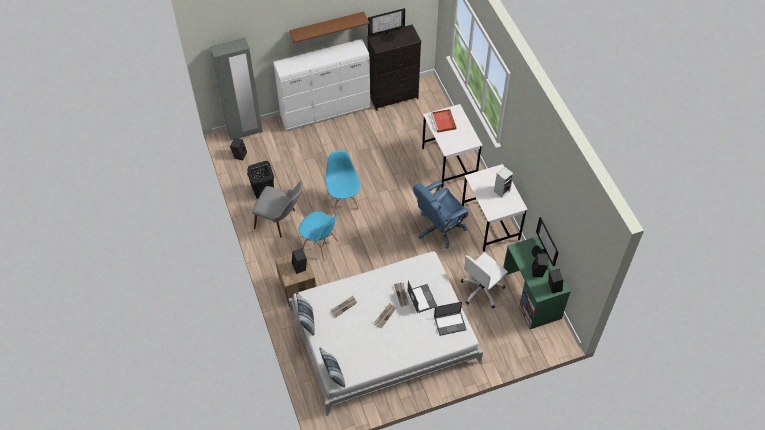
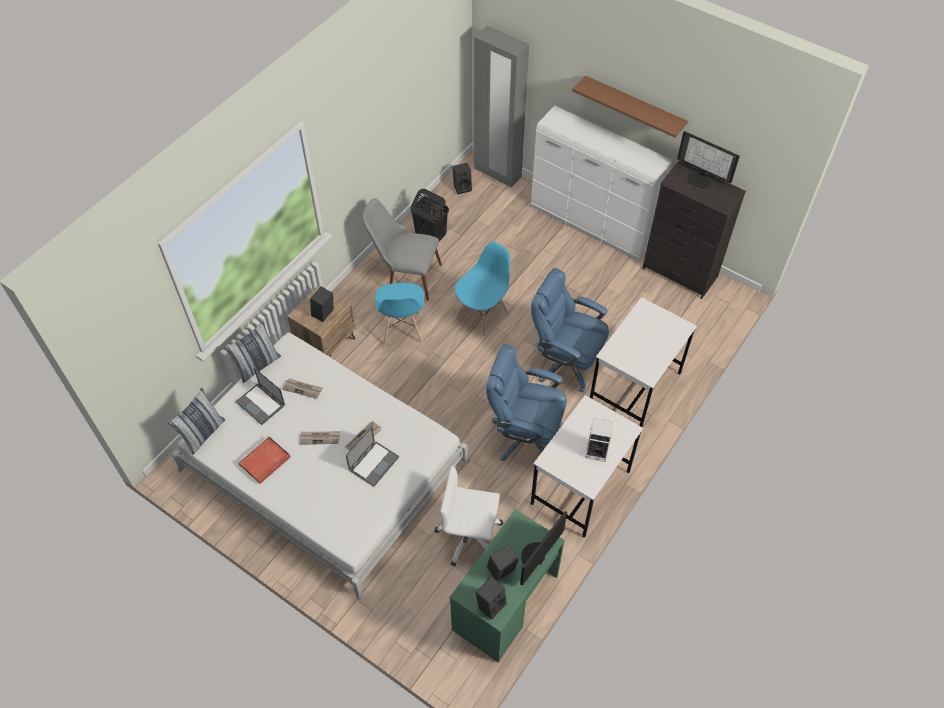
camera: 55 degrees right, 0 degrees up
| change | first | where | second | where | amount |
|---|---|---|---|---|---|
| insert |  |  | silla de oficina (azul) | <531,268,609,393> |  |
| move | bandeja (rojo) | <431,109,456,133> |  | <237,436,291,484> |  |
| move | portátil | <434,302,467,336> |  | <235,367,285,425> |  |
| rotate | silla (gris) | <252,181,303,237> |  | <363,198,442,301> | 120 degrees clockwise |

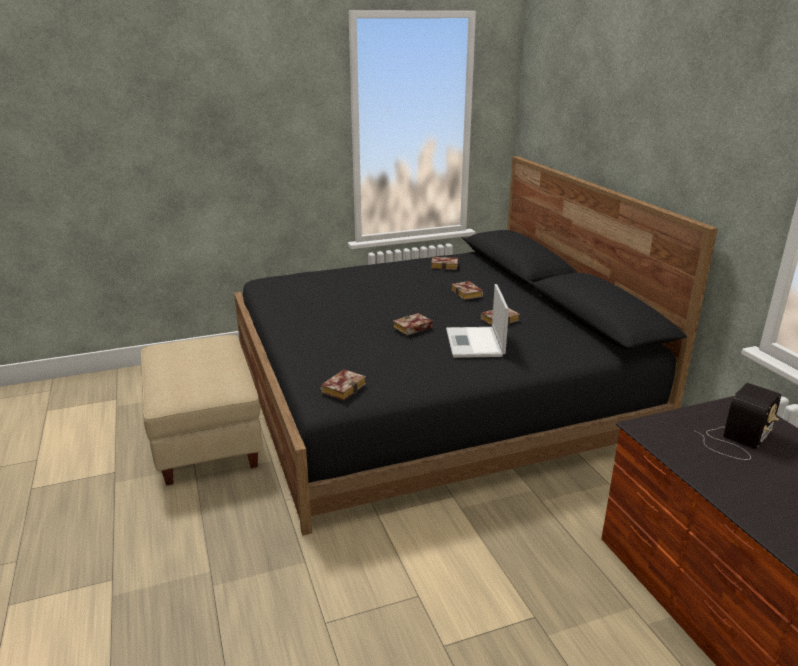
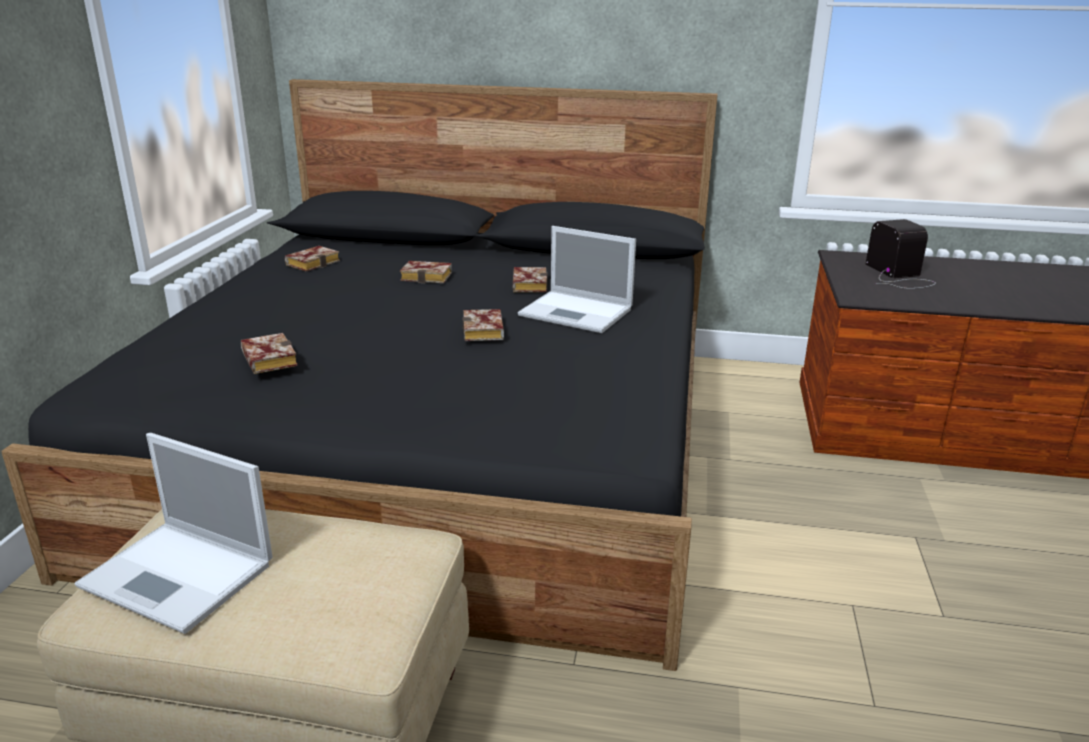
camera: 60 degrees left, 0 degrees up
| change | first | where | second | where | amount |
|---|---|---|---|---|---|
| insert |  |  | portátil | <74,433,273,634> |  |
| move | libro | <320,369,366,400> |  | <241,333,298,374> |  |

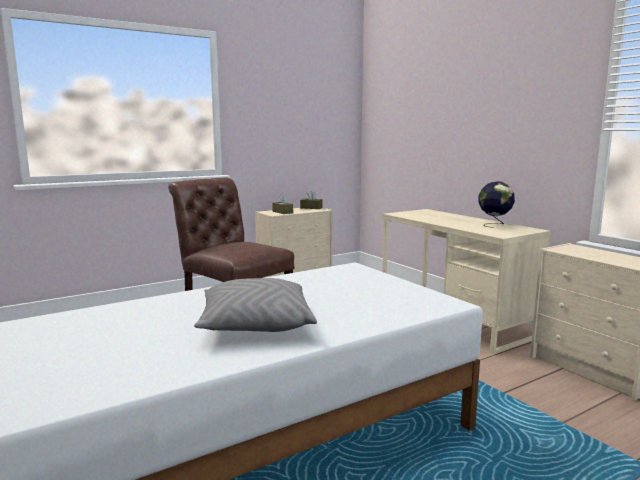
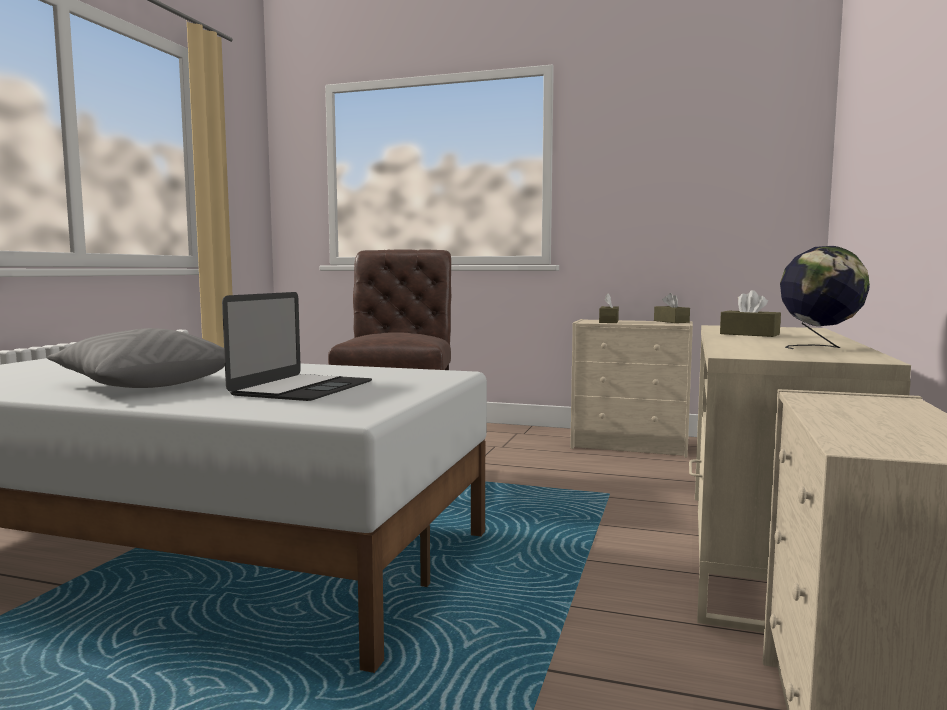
camera: 50 degrees right, 5 degrees down
| change | first | where | second | where | amount |
|---|---|---|---|---|---|
| insert |  |  | portátil | <222,292,372,401> |  |
| insert |  |  | caja de pañuelos (marrón) | <720,290,781,337> |  |

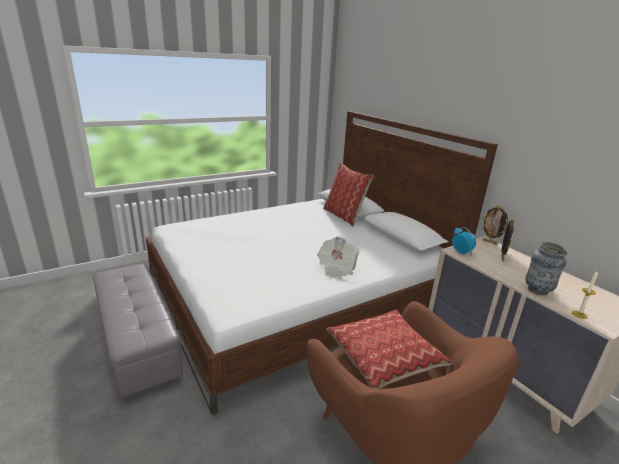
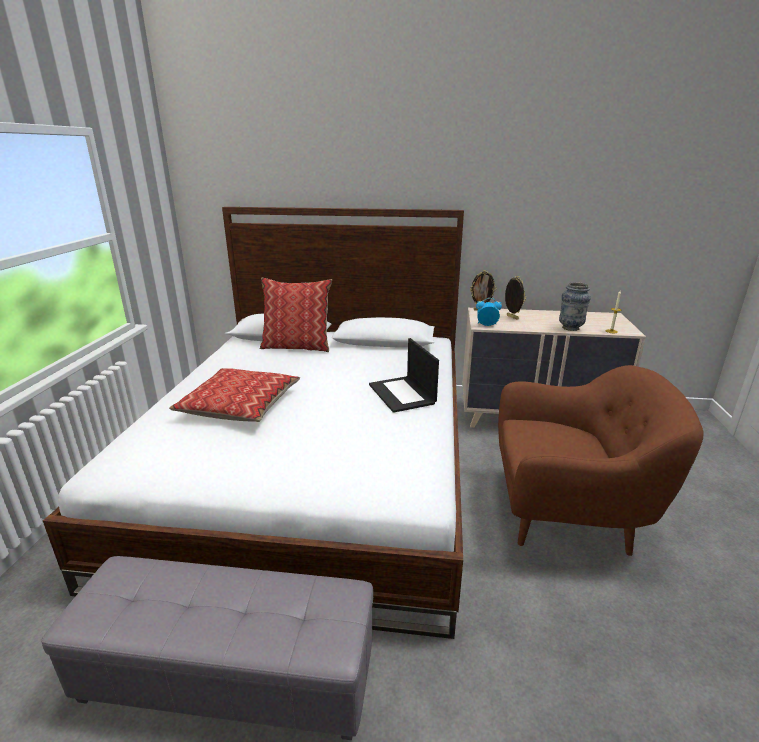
camera: 50 degrees left, 0 degrees up
| change | first | where | second | where | amount |
|---|---|---|---|---|---|
| move | cojín | <326,310,453,389> |  | <169,368,300,422> |  |
| replace | periódico | <317,237,359,278> | portátil | <369,338,439,413> |  |

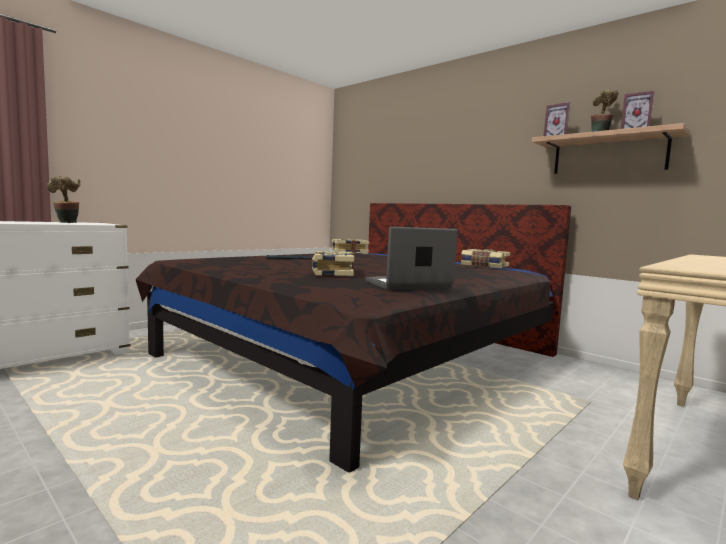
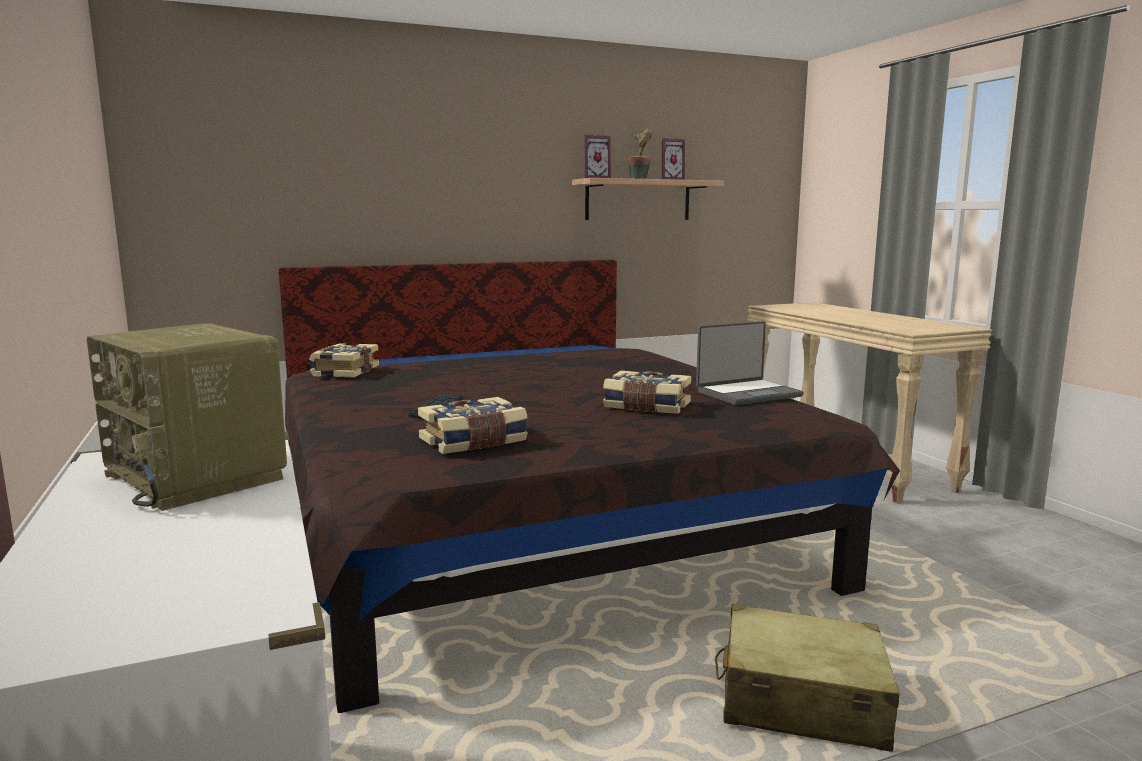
camera: 65 degrees left, 5 degrees up
| change | first | where | second | where | amount |
|---|---|---|---|---|---|
| insert |  |  | maleta (beis) | <715,604,900,752> |  |
| move | libro | <461,249,510,268> |  | <418,397,528,454> |  |
| replace | planta en maceta | <47,176,81,223> | radio | <87,323,287,511> |  |
| rotate | portátil | <366,227,458,290> |  | <696,321,804,405> | 120 degrees counterclockwise |

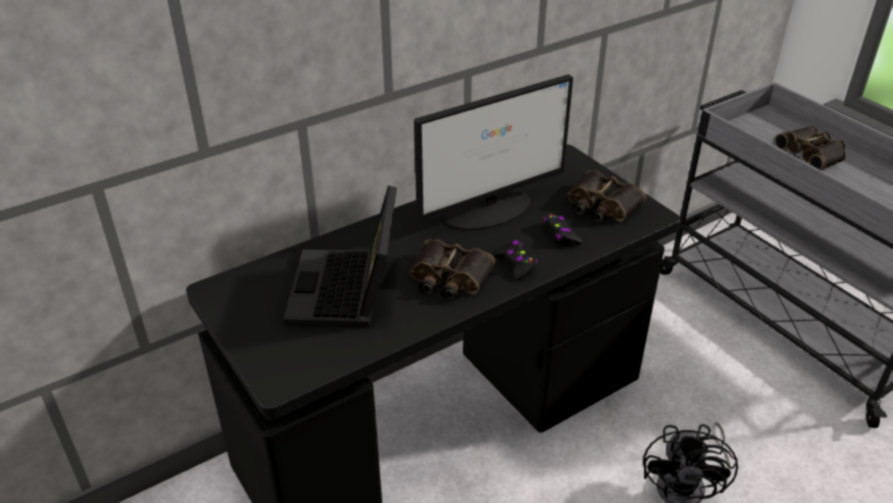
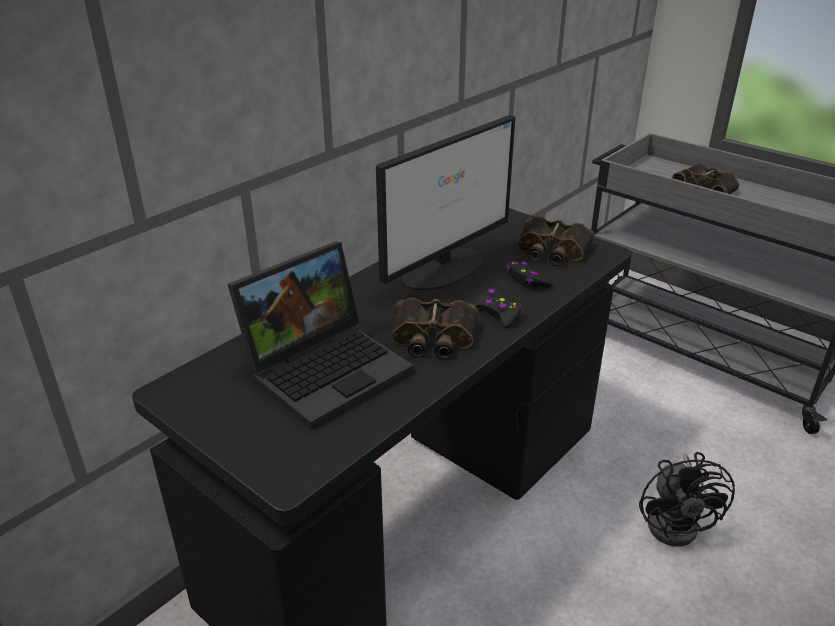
camera: 15 degrees left, 5 degrees down
| change | first | where | second | where | amount |
|---|---|---|---|---|---|
| rotate | portátil | <283,185,397,328> |  | <227,241,414,430> | 120 degrees counterclockwise |

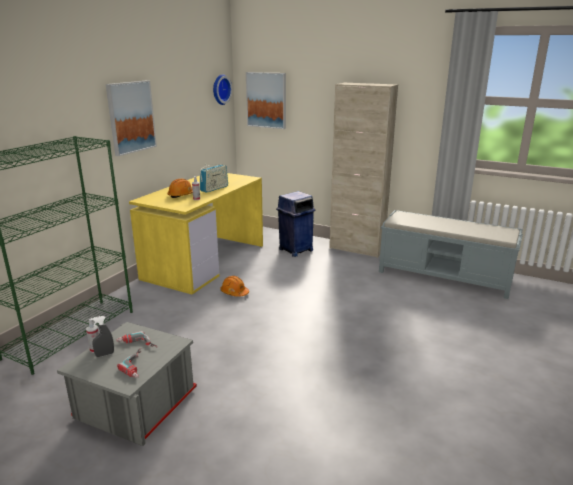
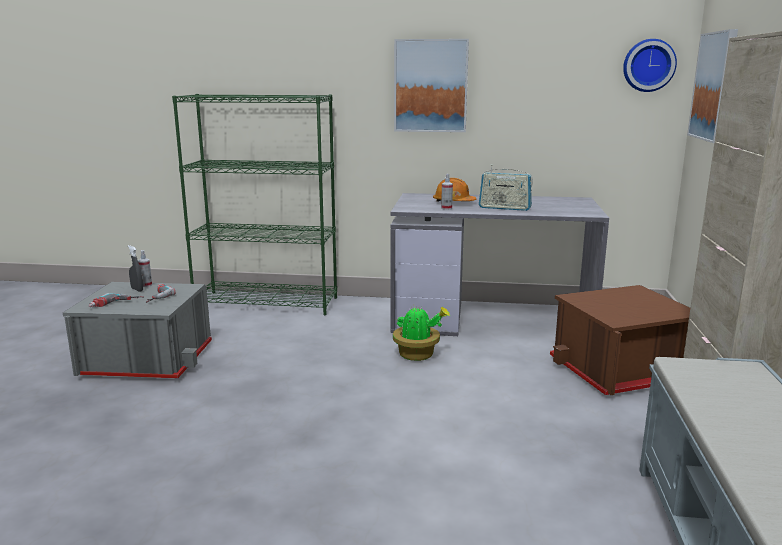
camera: 70 degrees right, 5 degrees down
| change | first | where | second | where | amount |
|---|---|---|---|---|---|
| replace | casco (naranja) | <220,276,249,297> | planta en maceta | <393,305,450,361> |  |
| replace | papelera (azul) | <276,191,315,257> | caja de almacenaje (marrón) | <550,285,690,395> |  |
| recolor | escritorio (amarillo) | <129,173,263,294> | escritorio (gris) | <391,193,609,336> |  |

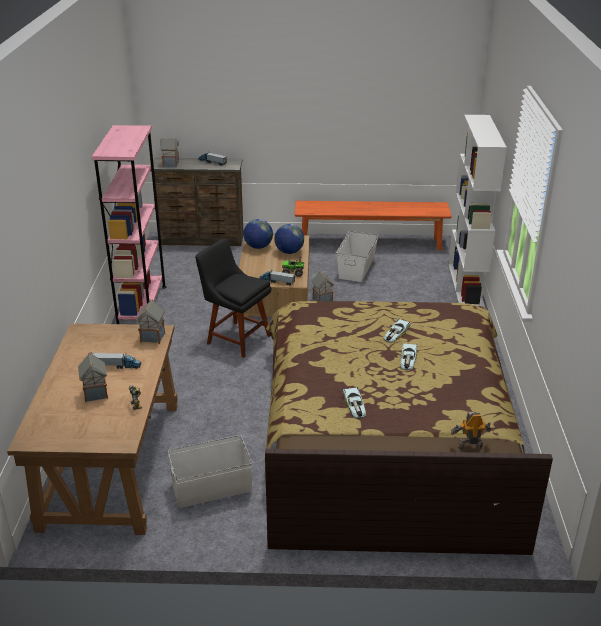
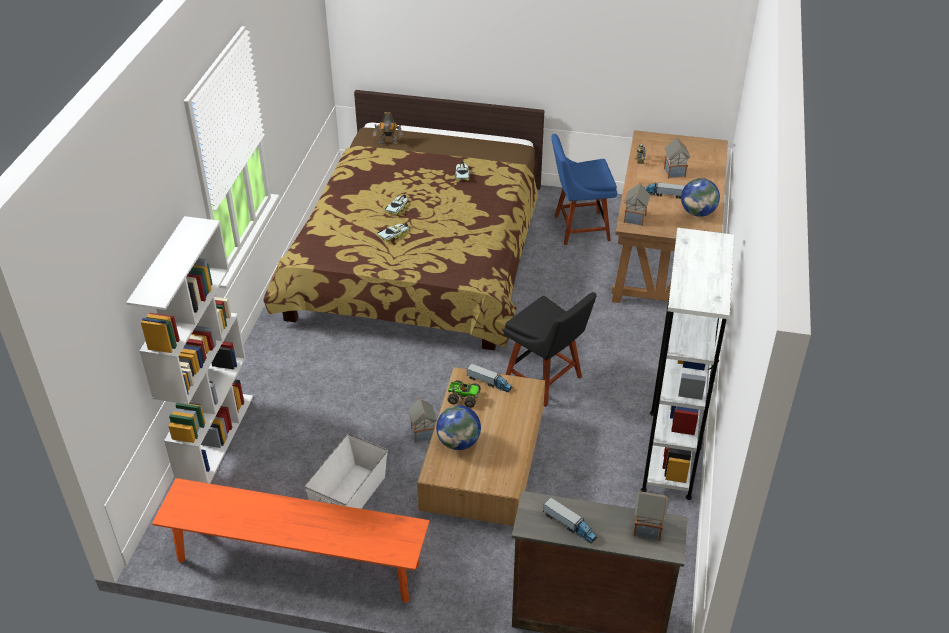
camera: 170 degrees left, 10 degrees up
| change | first | where | second | where | amount |
|---|---|---|---|---|---|
| move | globo terráqueo | <243,219,273,249> |  | <681,178,720,217> |  |
| replace | caja de almacenaje (blanco) | <168,435,253,508> | silla (azul) | <552,134,617,245> |  |
| recolor | estantería (rosa) | <92,125,167,324> | estantería (blanco) | <641,228,734,500> |  |

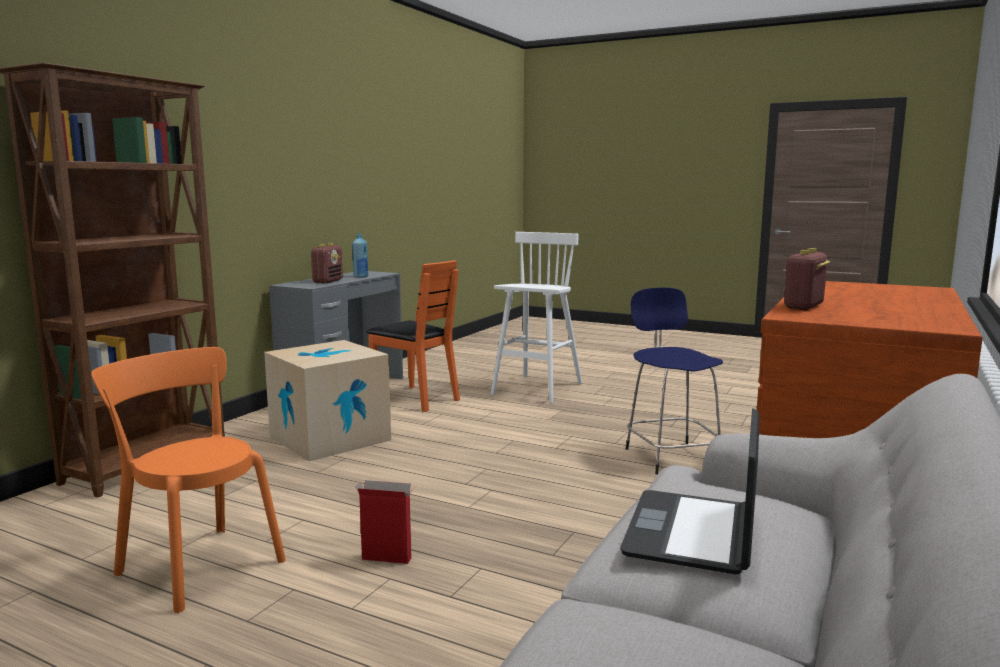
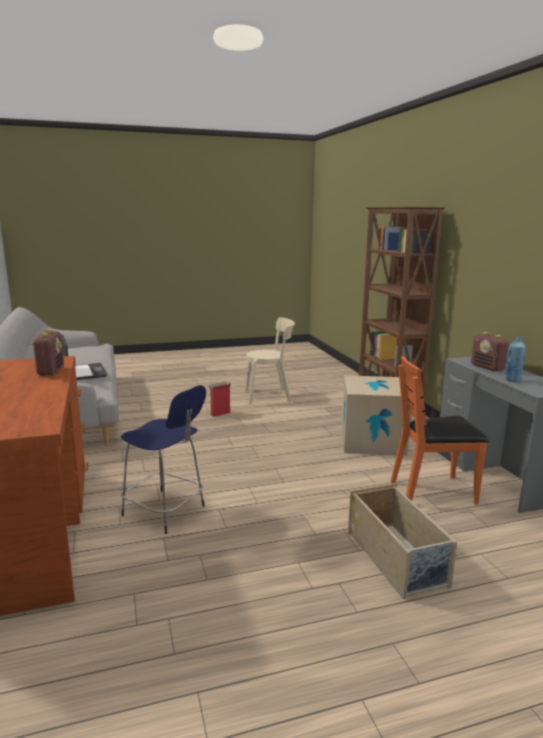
camera: 135 degrees right, 5 degrees up
| change | first | where | second | where | amount |
|---|---|---|---|---|---|
| replace | taburete (blanco) | <491,232,582,403> | caja de almacenaje (beis) | <348,484,457,599> |  |
| recolor | silla (naranja) | <91,347,286,613> | silla (beis) | <245,317,295,404> |  |

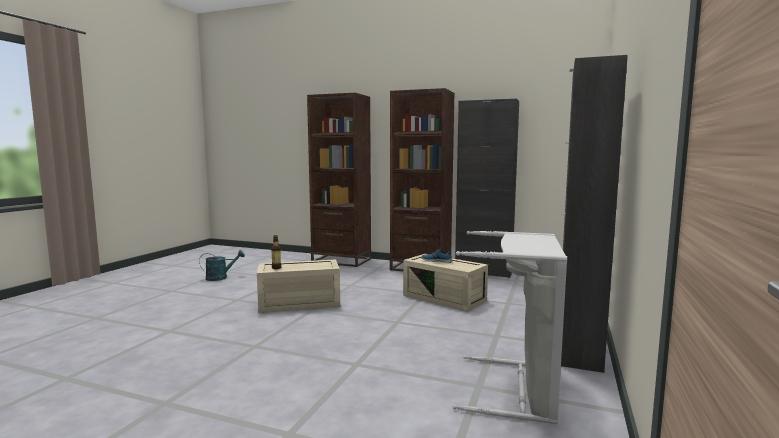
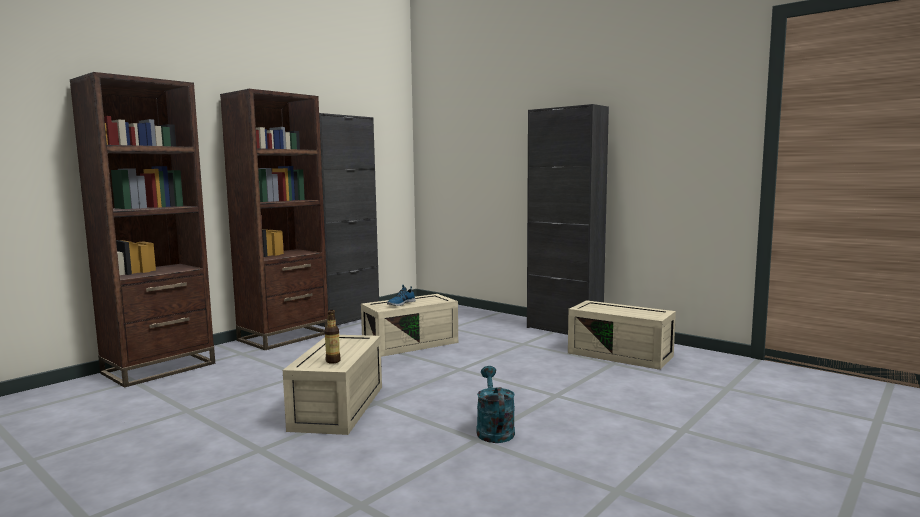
camera: 70 degrees left, 0 degrees up
| change | first | where | second | where | amount |
|---|---|---|---|---|---|
| move | regadera (turquesa) | <199,250,245,281> |  | <477,366,515,443> |  |
| replace | cesto de la ropa (gris) | <452,231,567,424> | caja de almacenaje (beis) | <568,300,676,370> |  |

